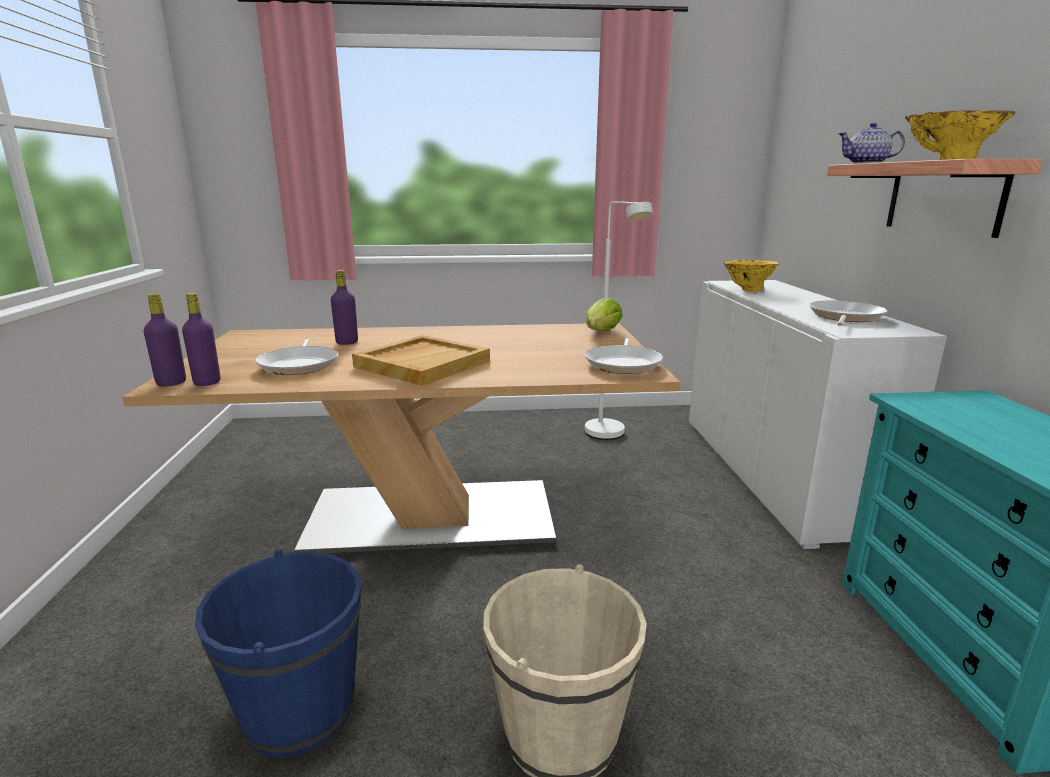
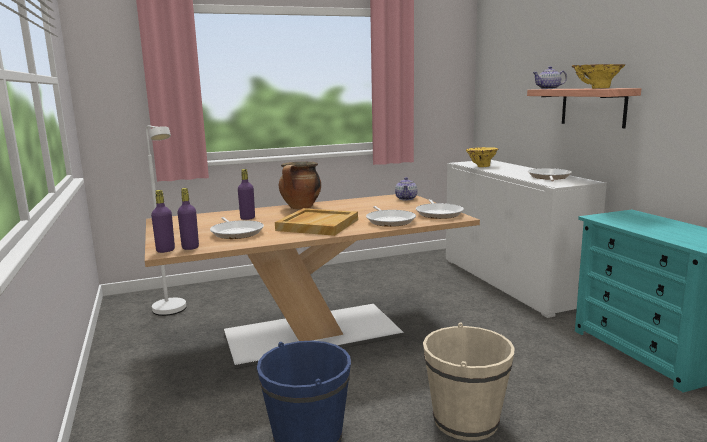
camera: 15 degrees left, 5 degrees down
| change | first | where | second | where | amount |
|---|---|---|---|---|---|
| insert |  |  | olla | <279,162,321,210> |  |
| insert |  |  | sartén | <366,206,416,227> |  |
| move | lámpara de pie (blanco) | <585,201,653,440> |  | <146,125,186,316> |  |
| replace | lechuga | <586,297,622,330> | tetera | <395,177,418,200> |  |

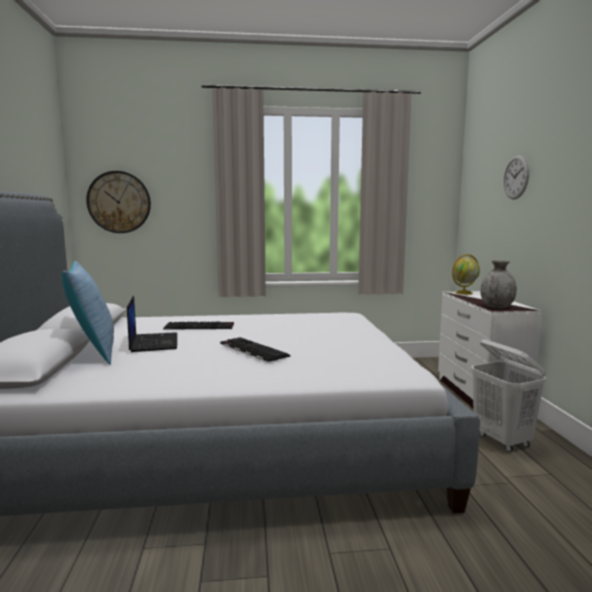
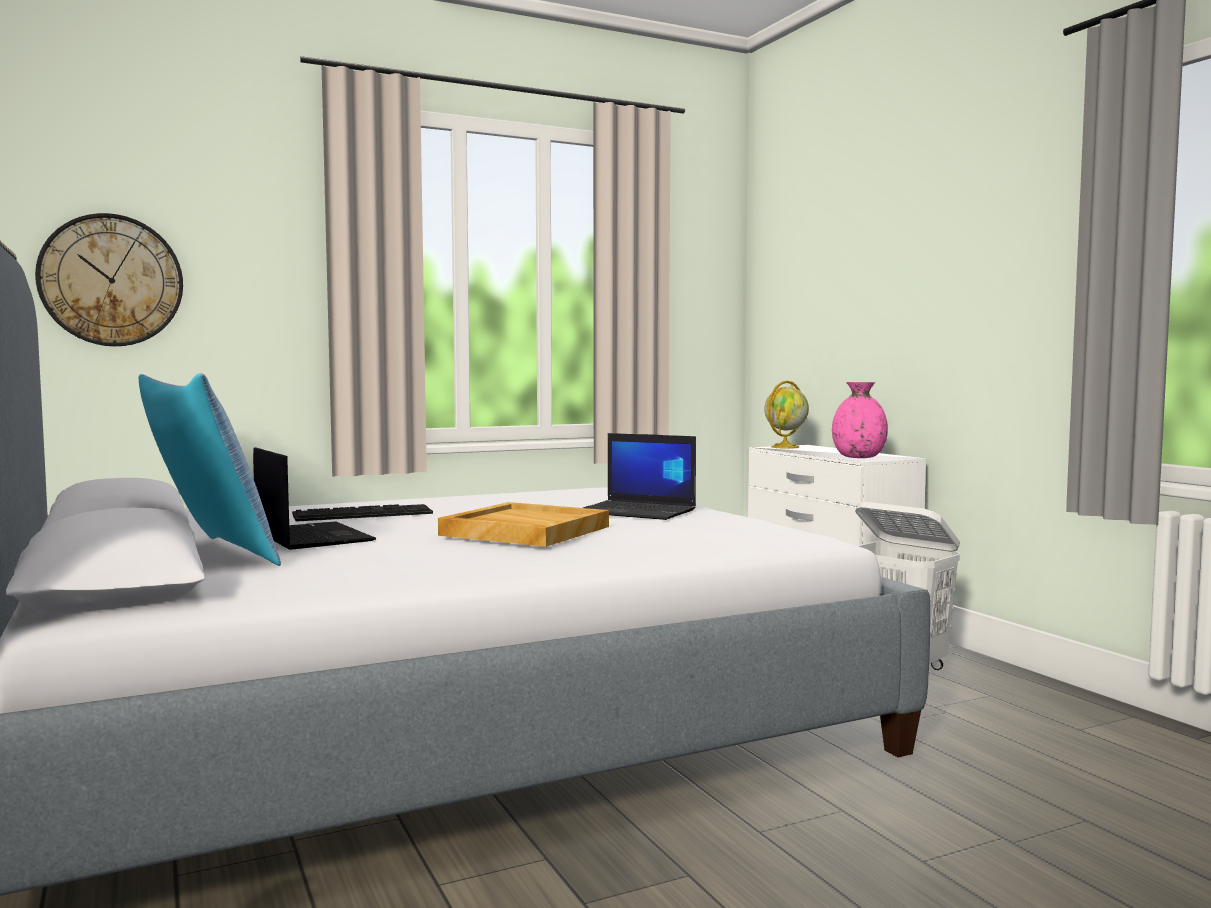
camera: 20 degrees left, 5 degrees down
| change | first | where | second | where | amount |
|---|---|---|---|---|---|
| delete | reloj de pared | <504,155,529,200> |  |  |  |
| insert |  |  | portátil | <583,433,696,520> |  |
| replace | teclado | <220,337,290,362> | bandeja (beis) | <438,502,609,547> |  |
| recolor | florero (gris) | <480,260,517,308> | florero (rosa) | <832,382,888,458> |  |

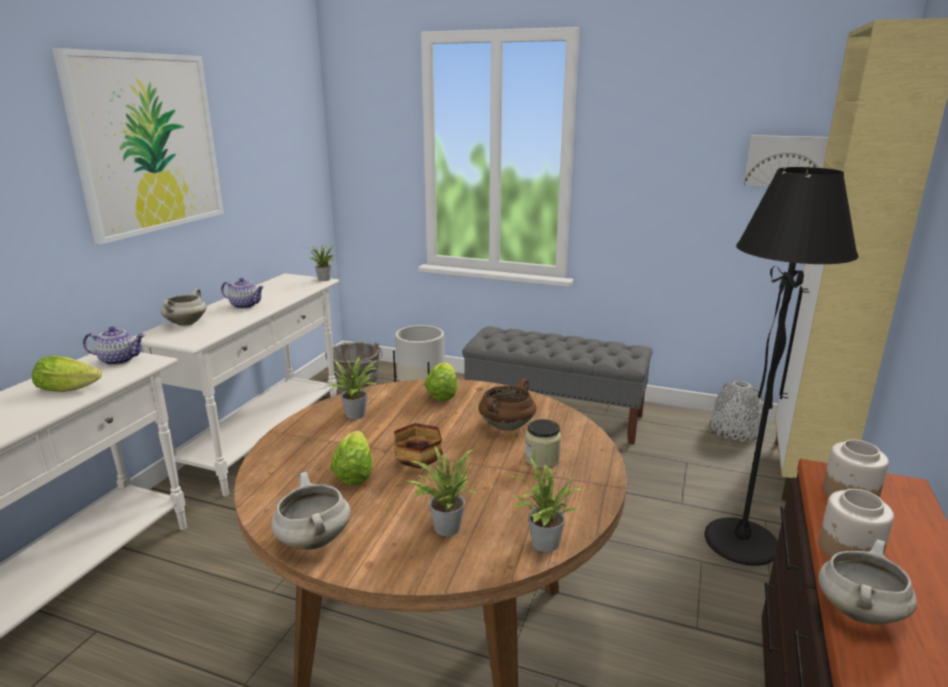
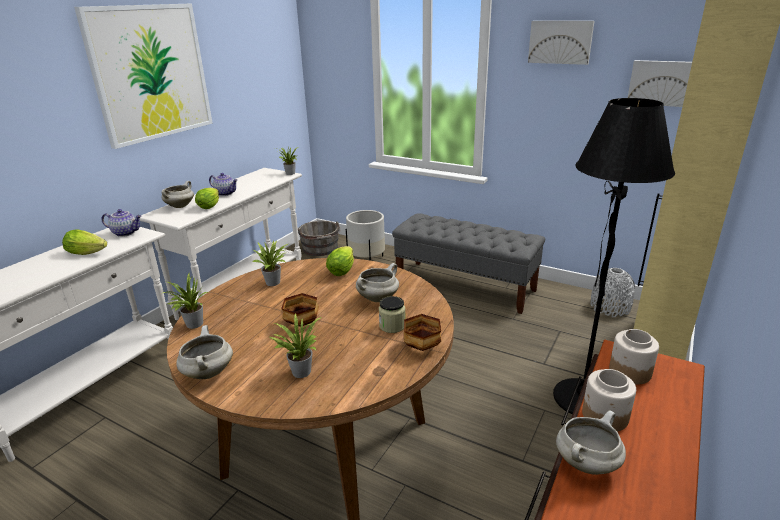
camera: 10 degrees right, 5 degrees up
| change | first | where | second | where | amount |
|---|---|---|---|---|---|
| insert |  |  | cuenco | <404,314,441,351> |  |
| insert |  |  | cuadro | <528,21,594,65> |  |
| move | lechuga | <330,431,373,486> |  | <195,188,219,209> |  |
| move | planta en maceta | <510,457,583,552> |  | <163,273,209,329> |  |
| recolor | olla (marrón) | <479,378,536,431> | olla (blanco) | <356,263,399,302> |  |

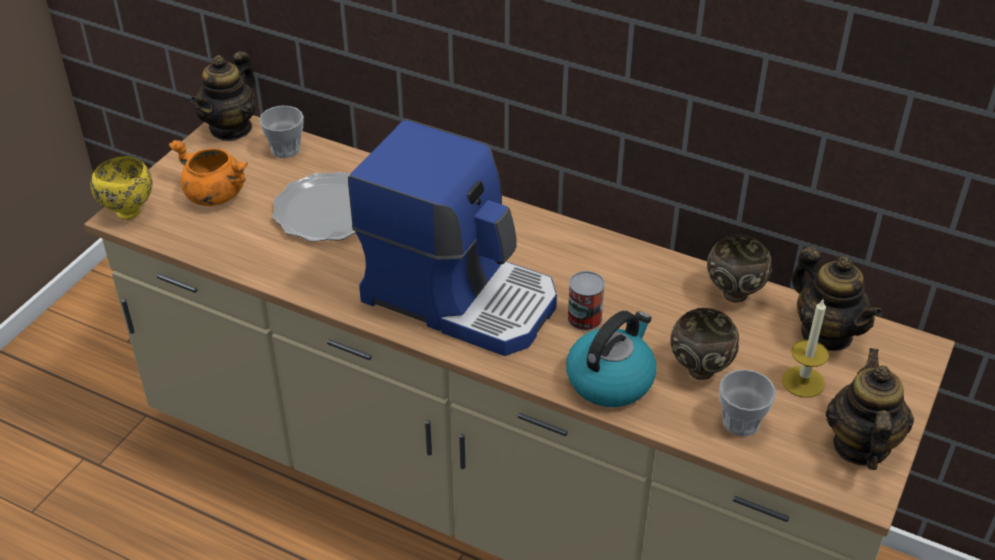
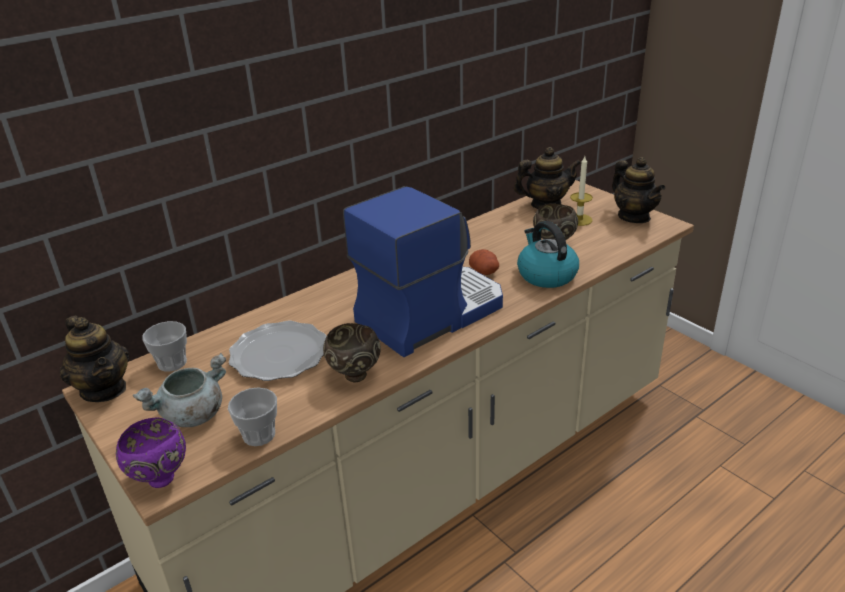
camera: 65 degrees left, 10 degrees down
| change | first | where | second | where | amount |
|---|---|---|---|---|---|
| move | cuenco (marrón) | <707,234,772,303> |  | <323,323,381,382> |  |
| move | taza | <719,369,776,437> |  | <228,387,277,446> |  |
| replace | lata | <567,271,605,331> | patata | <469,249,499,275> |  |
| recolor | cuenco (amarillo) | <91,156,153,220> | cuenco (morado) | <116,418,186,488> |  |
| recolor | olla (naranja) | <169,140,248,206> | olla (gris) | <133,353,226,427> |  |
| rotate | tetera | <826,348,914,470> |  | <612,157,665,223> | 150 degrees counterclockwise |

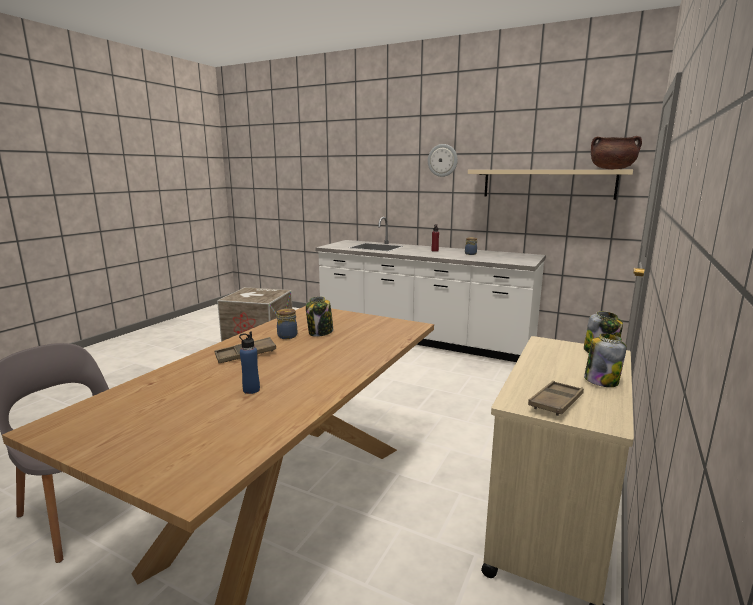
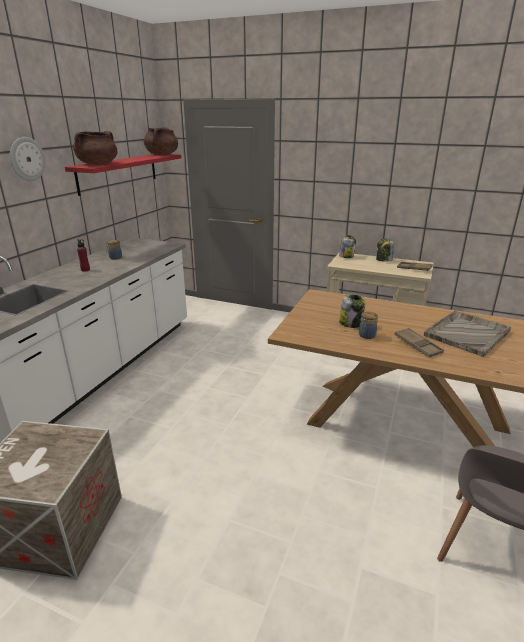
camera: 95 degrees left, 10 degrees up
| change | first | where | second | where | amount |
|---|---|---|---|---|---|
| insert |  |  | olla (marrón) | <73,131,117,165> |  |
| replace | botella (azul) | <239,331,260,394> | bandeja (gris) | <424,310,511,357> |  |
| recolor | estante (beis) | <468,170,633,200> | estante (rojo) | <65,154,181,196> |  |

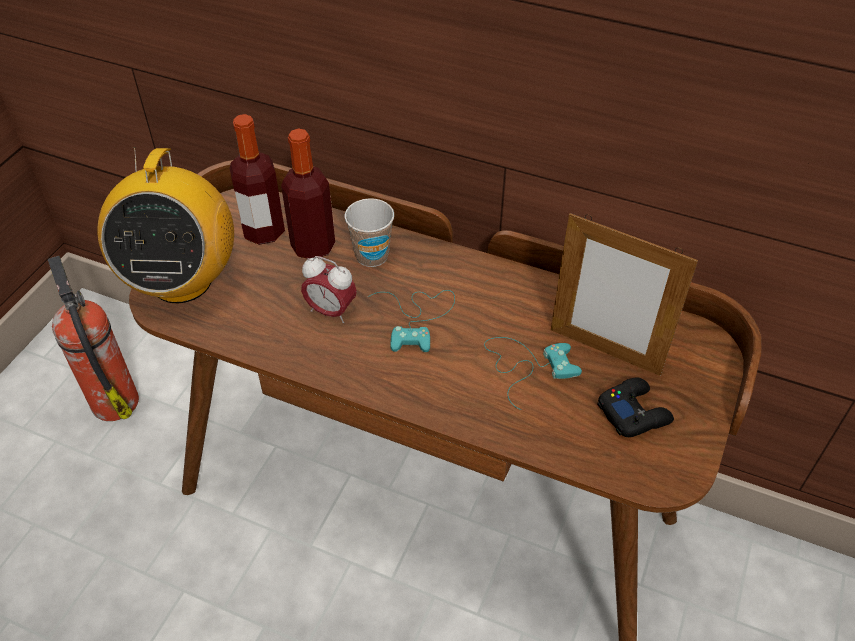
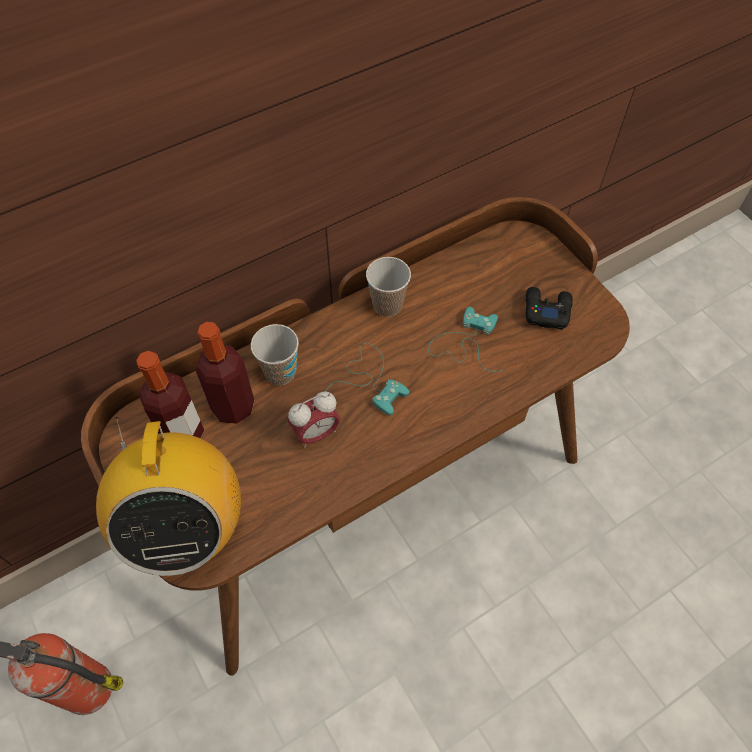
camera: 55 degrees left, 10 degrees up
| change | first | where | second | where | amount |
|---|---|---|---|---|---|
| delete | portarretratos | <551,213,698,376> |  |  |  |
| insert |  |  | taza | <366,257,411,317> |  |
| rotate | radio | <98,147,234,303> |  | <96,417,241,576> | 45 degrees clockwise |

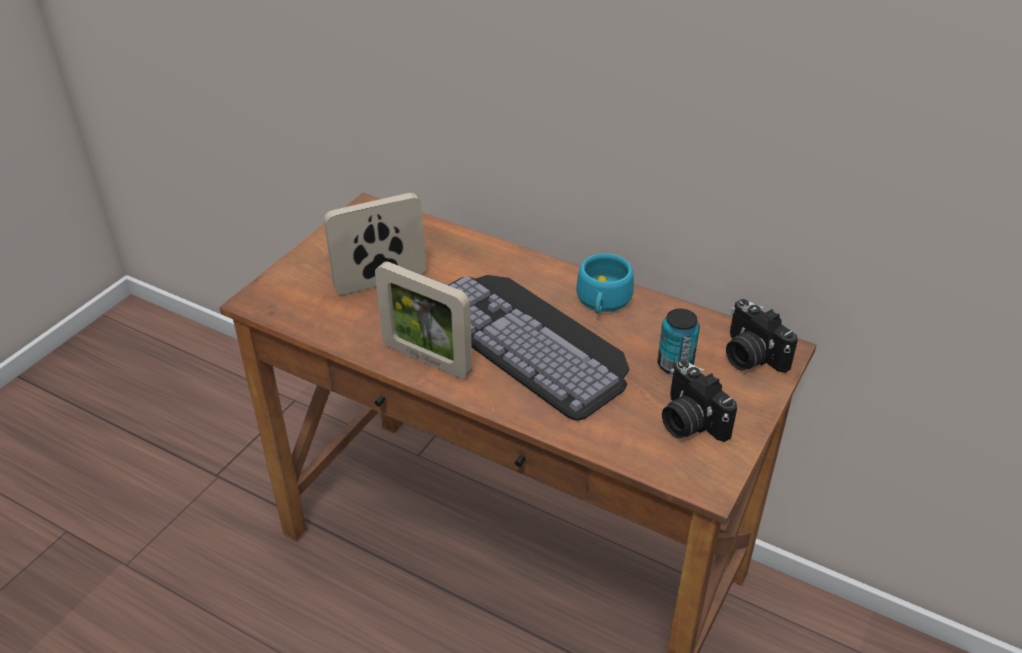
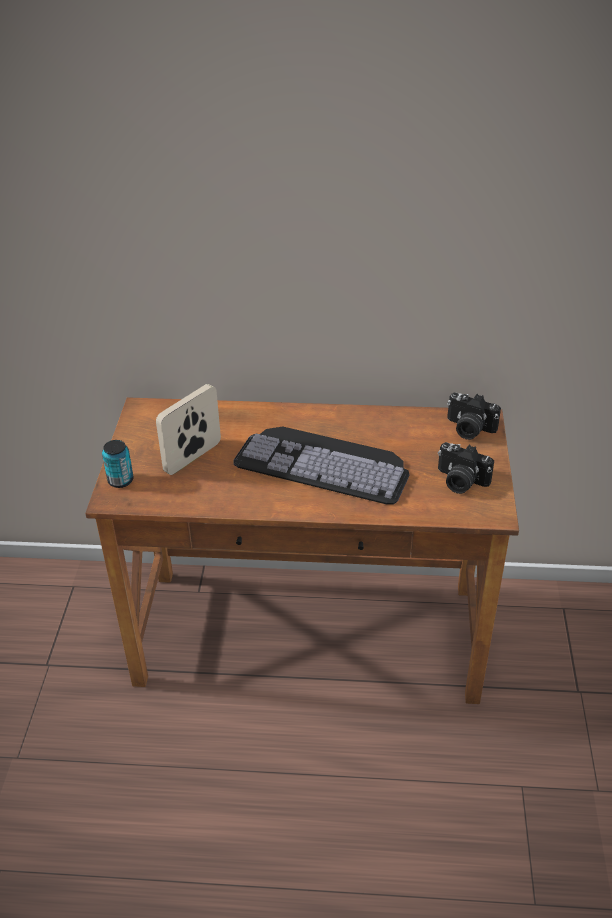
camera: 25 degrees left, 0 degrees up
| change | first | where | second | where | amount |
|---|---|---|---|---|---|
| delete | portarretratos | <375,262,472,378> |  |  |  |
| delete | taza (turquesa) | <576,253,634,314> |  |  |  |
| move | lata | <658,309,700,374> |  | <102,440,134,488> |  |

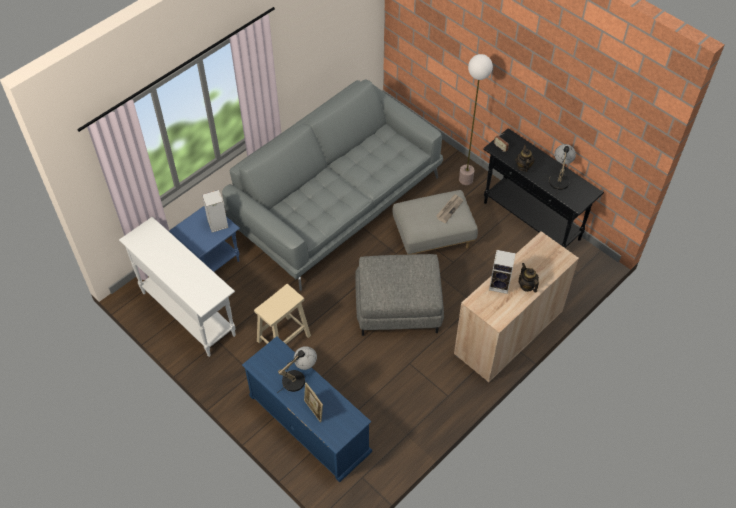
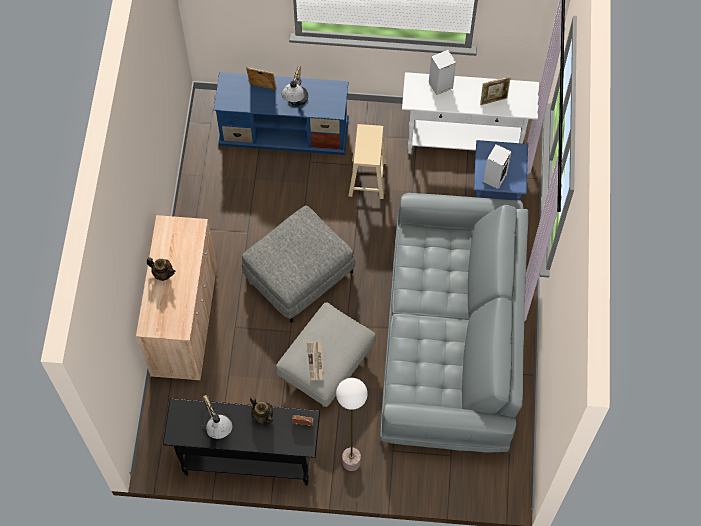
camera: 140 degrees right, 10 degrees up
| change | first | where | second | where | amount |
|---|---|---|---|---|---|
| insert |  |  | portarretratos | <480,77,511,105> |  |
| move | altavoz | <489,250,516,294> |  | <429,50,456,95> |  |

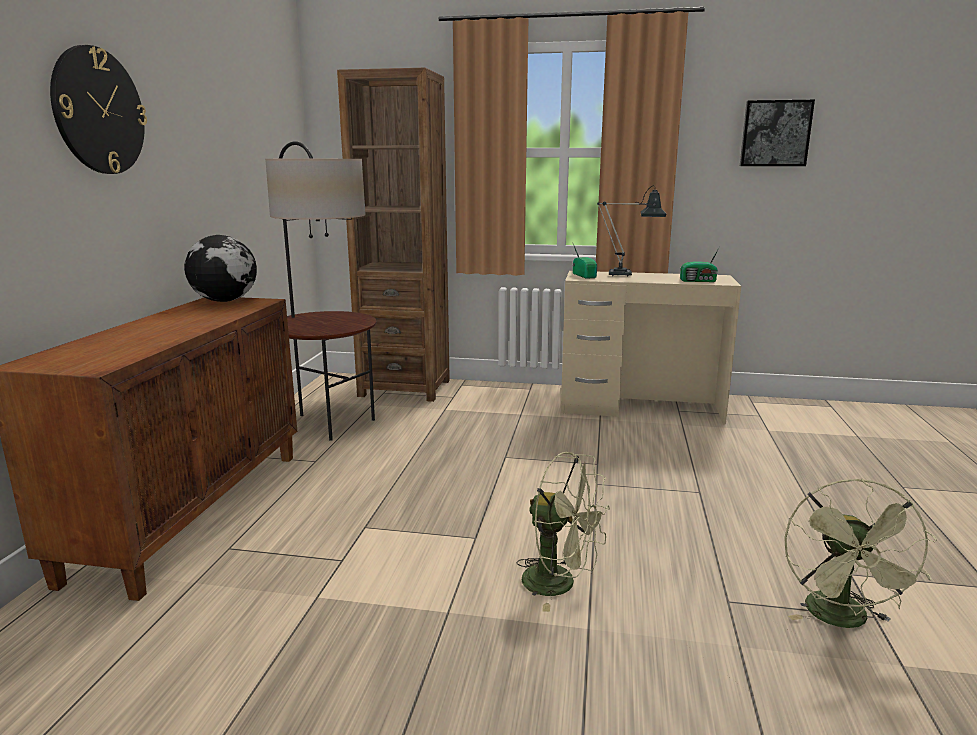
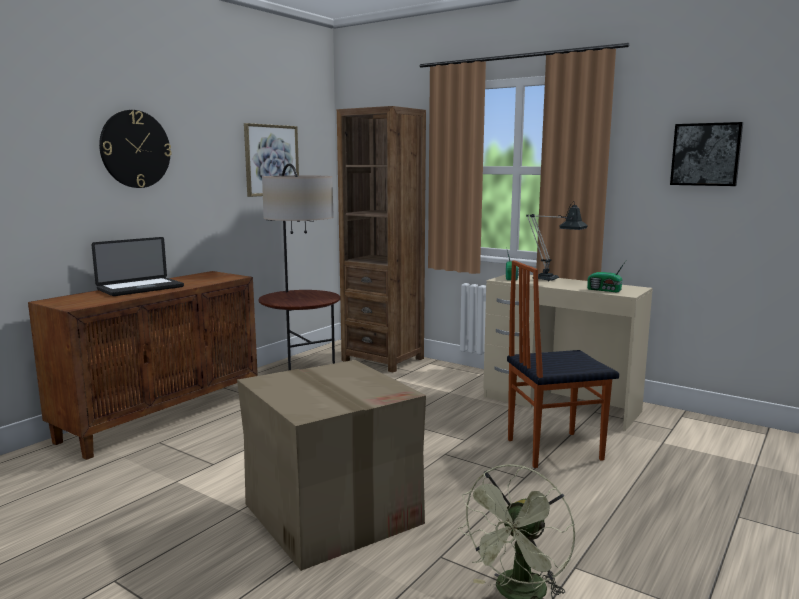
camera: 25 degrees right, 5 degrees down
| change | first | where | second | where | amount |
|---|---|---|---|---|---|
| delete | globo terráqueo | <184,235,257,302> |  |  |  |
| insert |  |  | portátil | <92,237,184,296> |  |
| insert |  |  | cuadro | <244,123,299,197> |  |
| insert |  |  | silla | <507,260,619,468> |  |
| replace | ventilador (verde) | <517,452,610,612> | caja de cartón | <237,360,426,571> |  |

